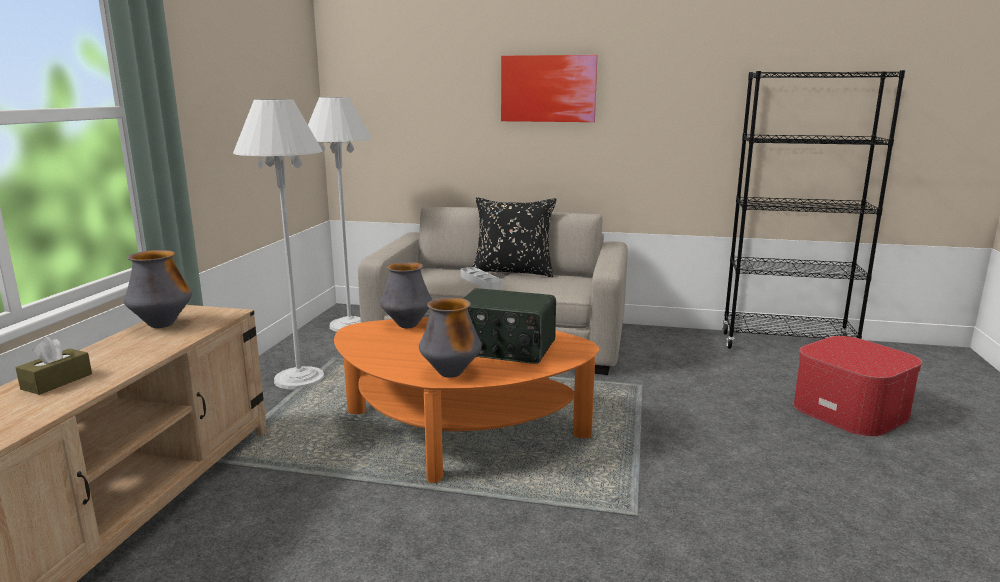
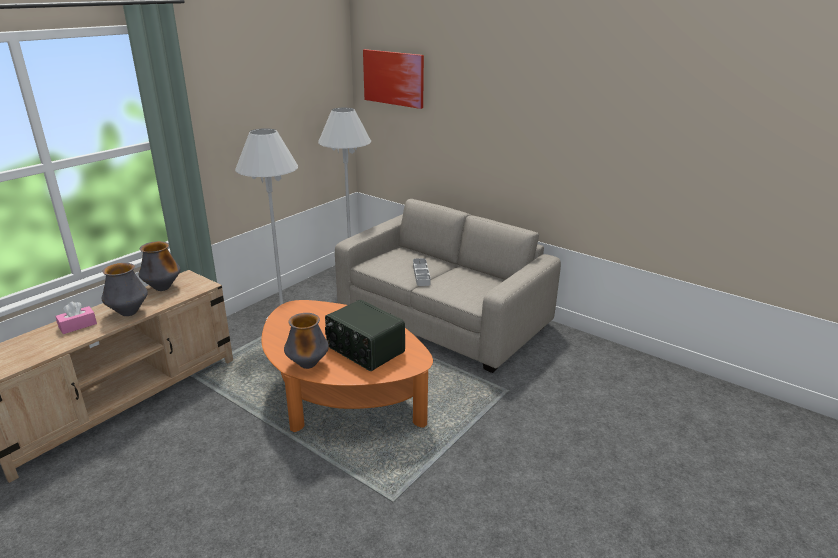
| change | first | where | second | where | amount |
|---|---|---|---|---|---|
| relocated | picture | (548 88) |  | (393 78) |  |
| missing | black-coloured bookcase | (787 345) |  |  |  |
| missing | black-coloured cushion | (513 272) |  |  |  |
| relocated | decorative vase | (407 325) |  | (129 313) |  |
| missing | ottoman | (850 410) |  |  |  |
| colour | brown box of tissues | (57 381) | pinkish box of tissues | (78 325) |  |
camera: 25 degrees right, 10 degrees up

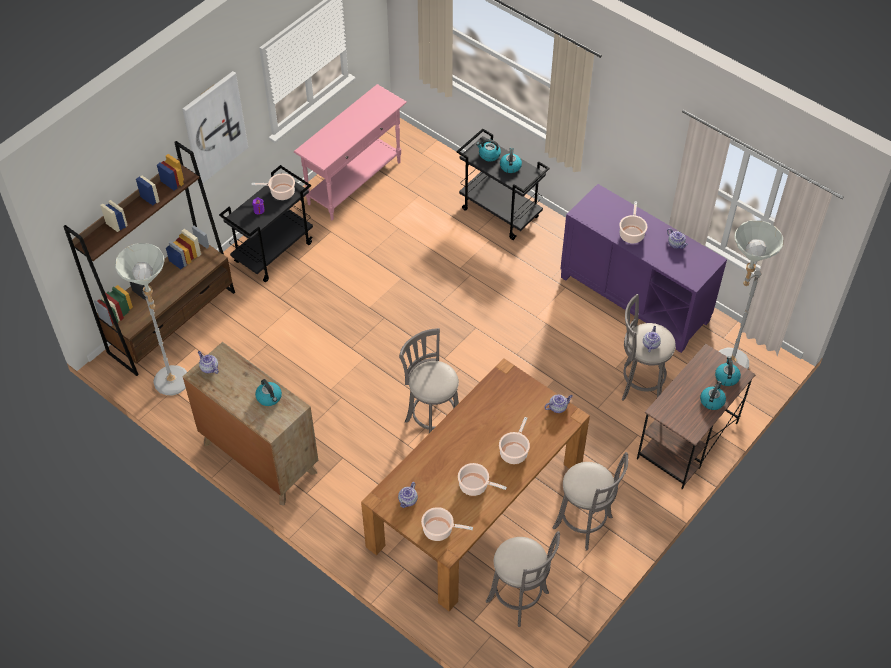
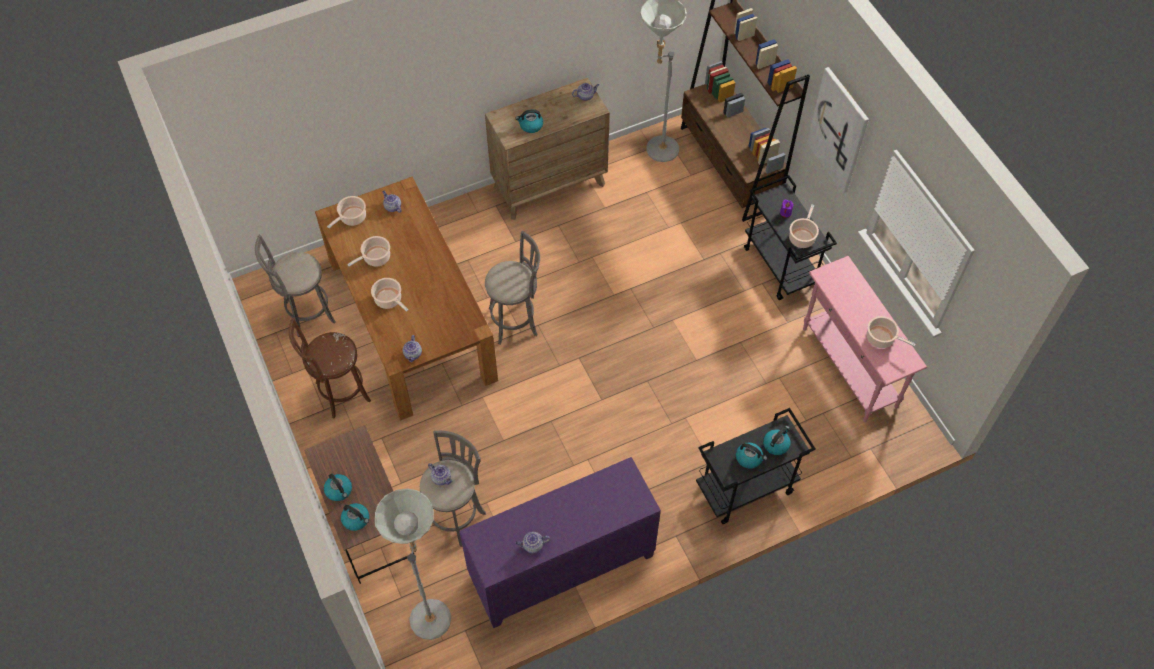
| change | first | where | second | where | amount |
|---|---|---|---|---|---|
| relocated | stockpot | (631 233) |  | (881 339) |  |
| colour | gray stool | (585 524) | brown stool | (340 393) |  |
camera: 115 degrees right, 5 degrees up

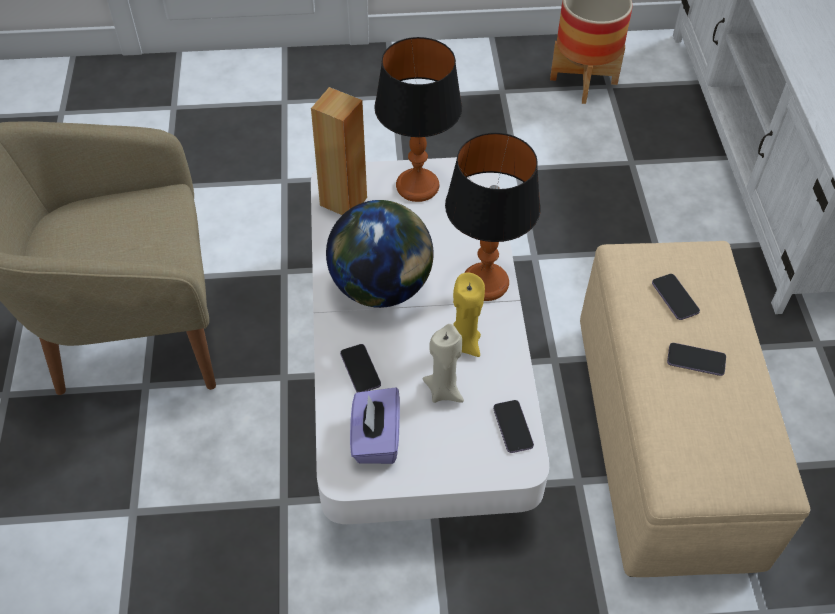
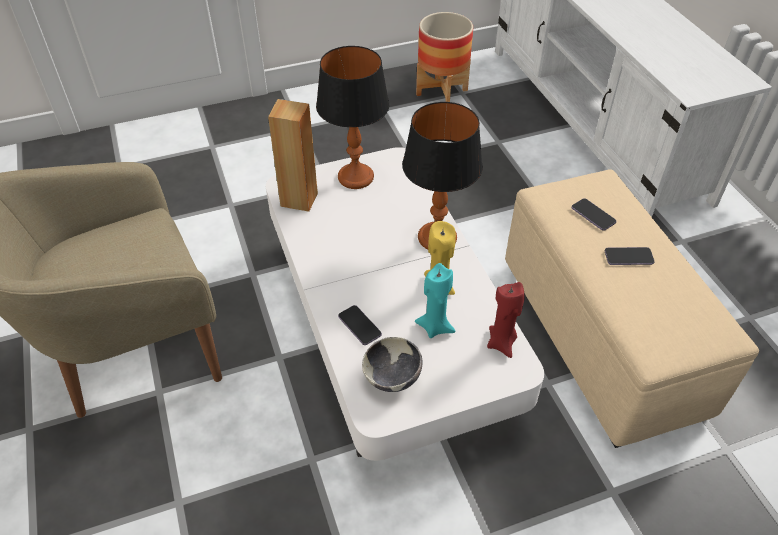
| change | first | where | second | where | amount |
|---|---|---|---|---|---|
| missing | globe | (381 287) |  |  |  |
| colour | beige wax light | (444 390) | blue-green wax light | (435 326) |  |
| exchanged | purplish box of tissues | (375 438) | deep dish | (392 378) |  |
| exchanged | phone | (513 427) | red-coloured wax light | (502 343) |  |
camera: 15 degrees left, 5 degrees down

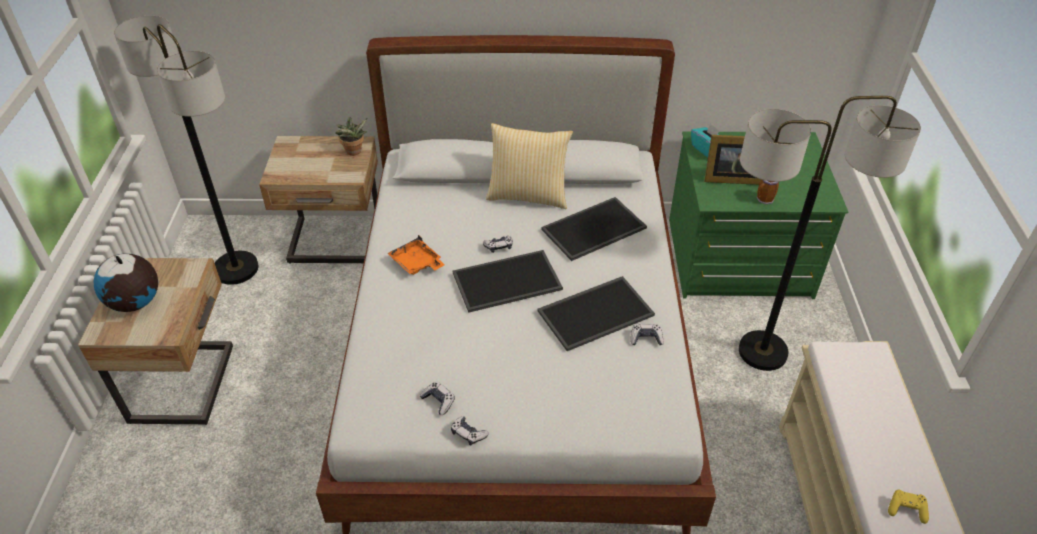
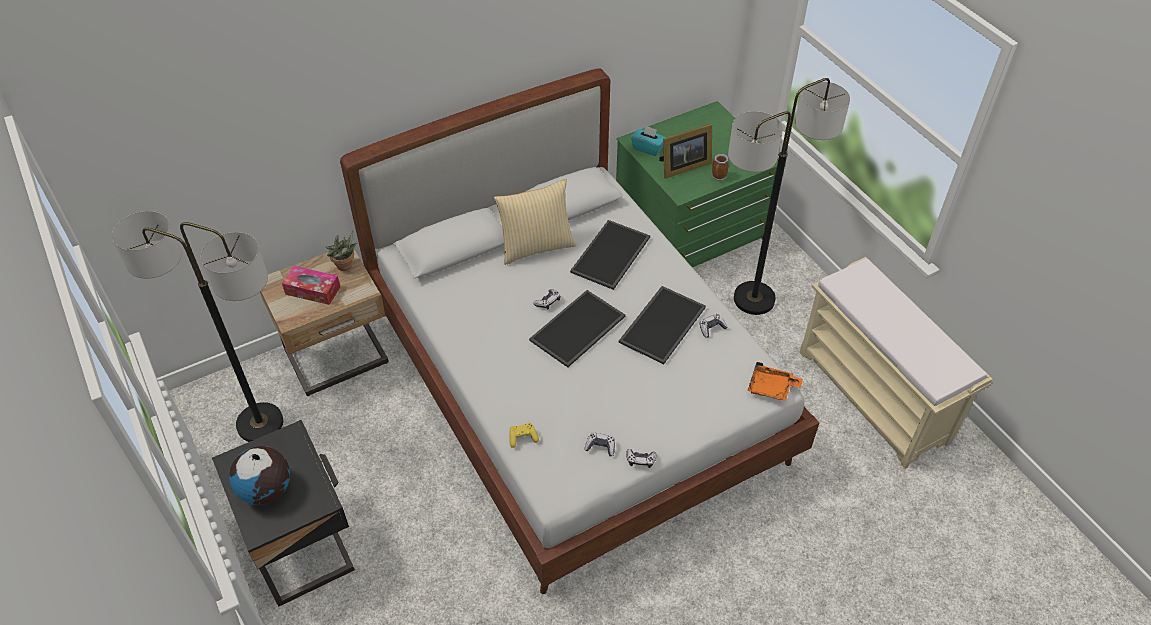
| change | first | where | second | where | amount |
|---|---|---|---|---|---|
| relocated | orange carrying tray | (416 263) |  | (771 388) |  |
| colour | beige night table | (187 383) | black-coloured night table | (304 546) |  |
| relocated | yellow gamepad | (906 509) |  | (523 438) |  |
| appeared |  |  | box of tissues | (313 290) |  |
camera: 30 degrees left, 5 degrees up

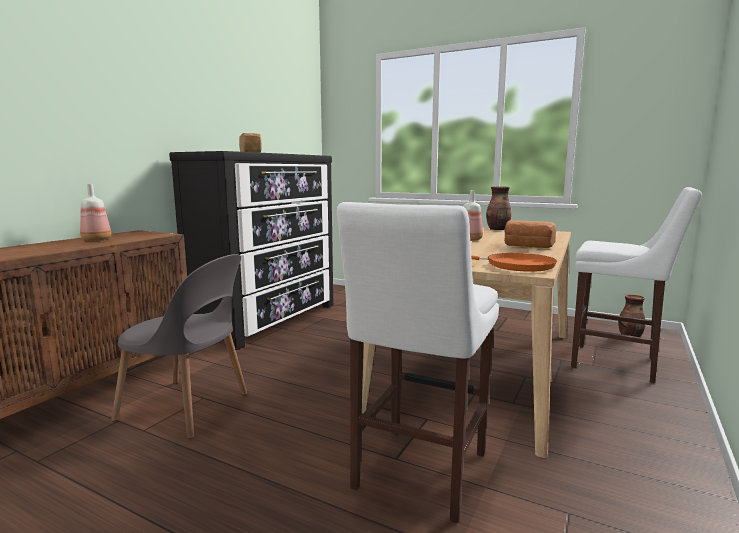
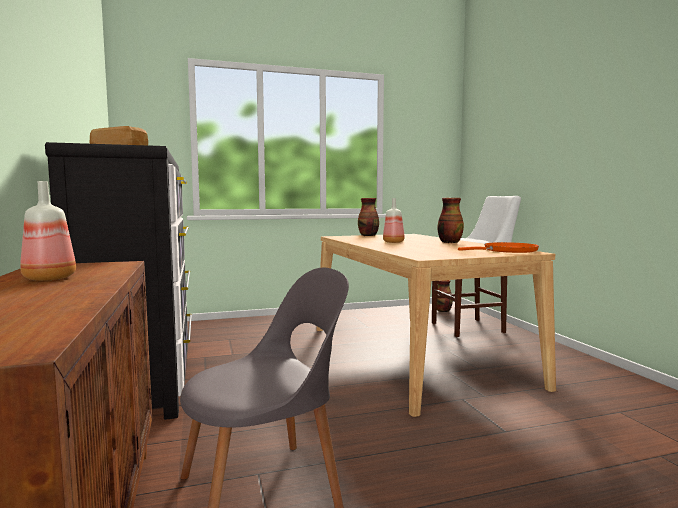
| change | first | where | second | where | amount |
|---|---|---|---|---|---|
| missing | whitish stool | (417 474) |  |  |  |
| exchanged | bread | (527 247) | decorative vase | (449 242) |  |
camera: 45 degrees left, 5 degrees down

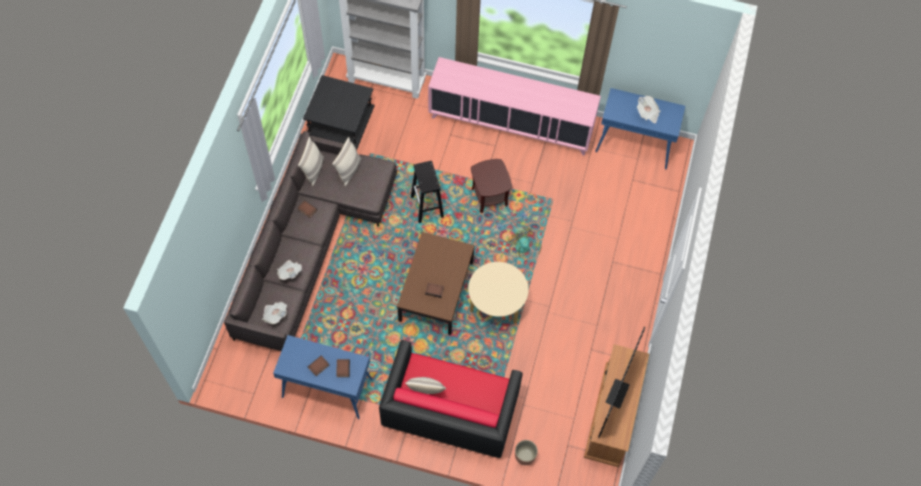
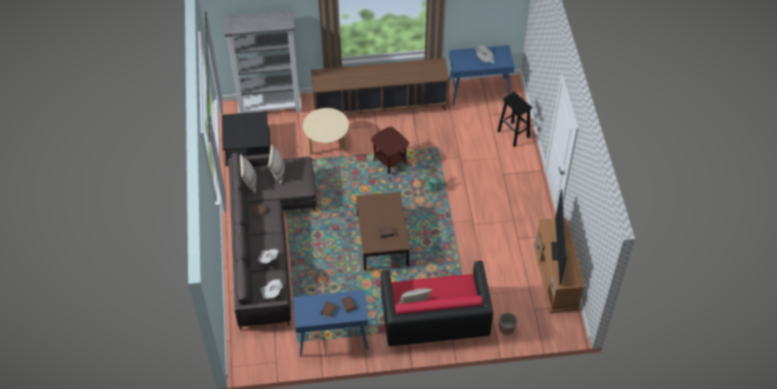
| change | first | where | second | where | amount |
|---|---|---|---|---|---|
| colour | pinkish cupboard | (511 123) | brown cupboard | (380 106) |  |
| relocated | black-coloured stool | (427 207) |  | (513 134) |  |
| relocated | beige lounge table | (496 305) |  | (327 144) |  |
camera: 20 degrees left, 10 degrees down

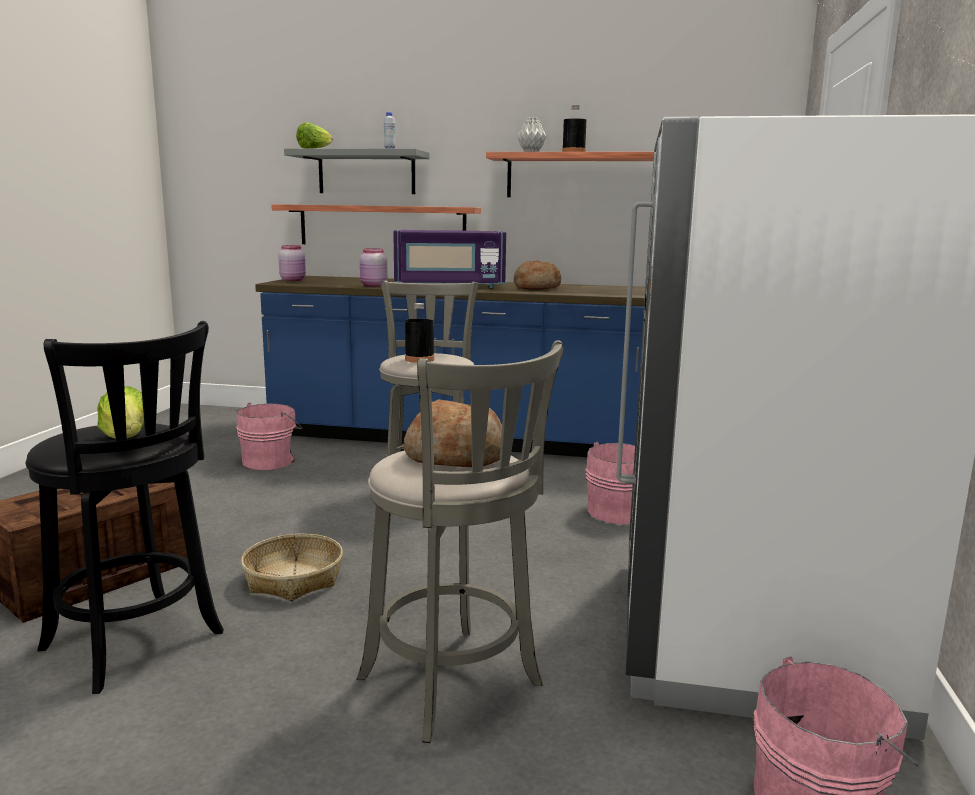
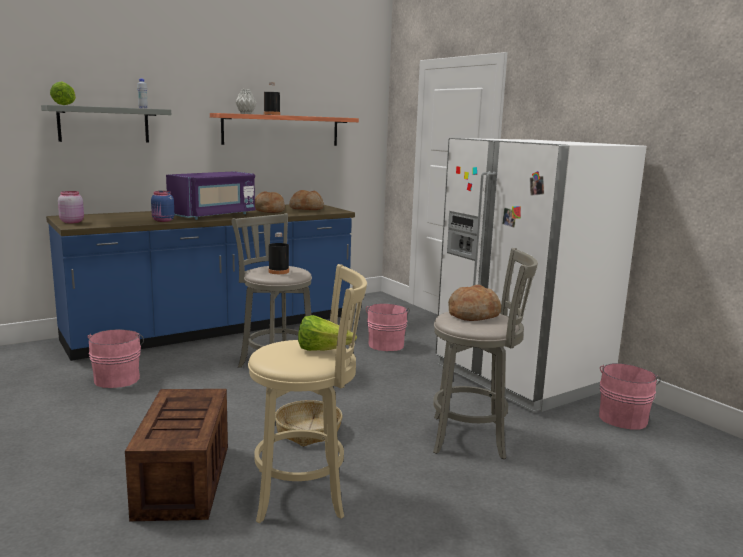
| change | first | where | second | where | amount |
|---|---|---|---|---|---|
| missing | shelf | (382 226) |  |  |  |
| colour | pinkish storage jar | (373 286) | blue storage jar | (163 221) |  |
| colour | black-coloured stool | (137 644) | beige stool | (306 492) |  |
| appeared |  |  | bread | (307 208) |  |
camera: 45 degrees left, 0 degrees up

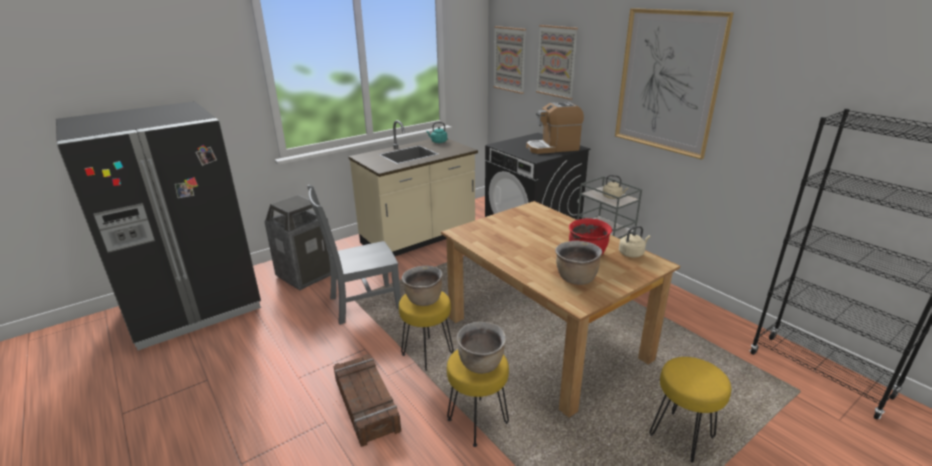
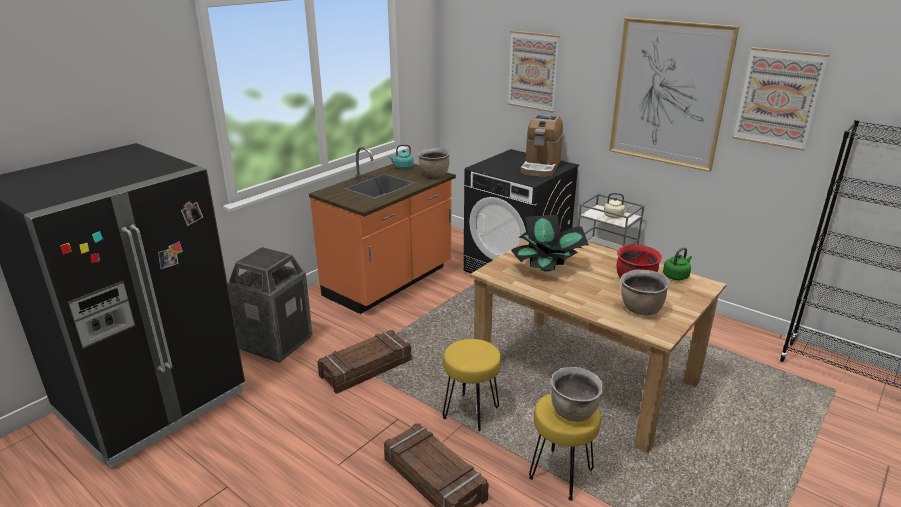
| change | first | where | second | where | amount |
|---|---|---|---|---|---|
| relocated | picture | (509 59) |  | (778 98) |  |
| spun | coffee brewer | (553 148) |  | (540 167) | 45 degrees counterclockwise |
| colour | beige kitchen counter | (419 238) | orange kitchen counter | (389 282) |  |
| exchanged | gray chair | (362 304) | packing crate | (365 368) |  |
| colour | beige kettle | (632 253) | green kettle | (676 276) |  |
| relocated | brown stockpot | (423 300) |  | (434 175) |  |
| missing | yellow stool | (681 438) |  |  |  |
| appeared |  |  | potted plant | (547 268) |  |
camera: 15 degrees left, 0 degrees up

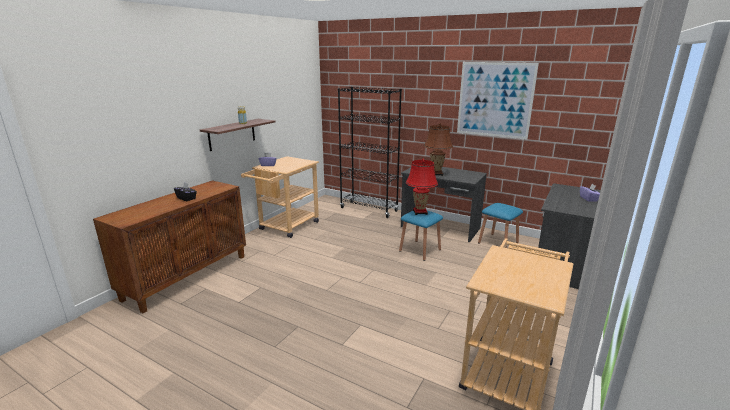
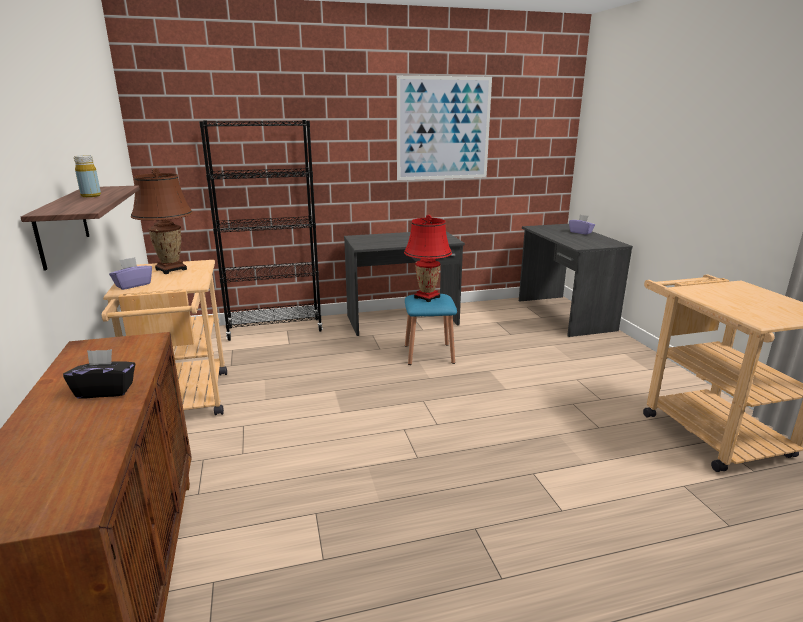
| change | first | where | second | where | amount |
|---|---|---|---|---|---|
| relocated | brown table lamp | (436 174) |  | (171 269) |  |
| missing | blue stool | (498 242) |  |  |  |
camera: 45 degrees left, 0 degrees up

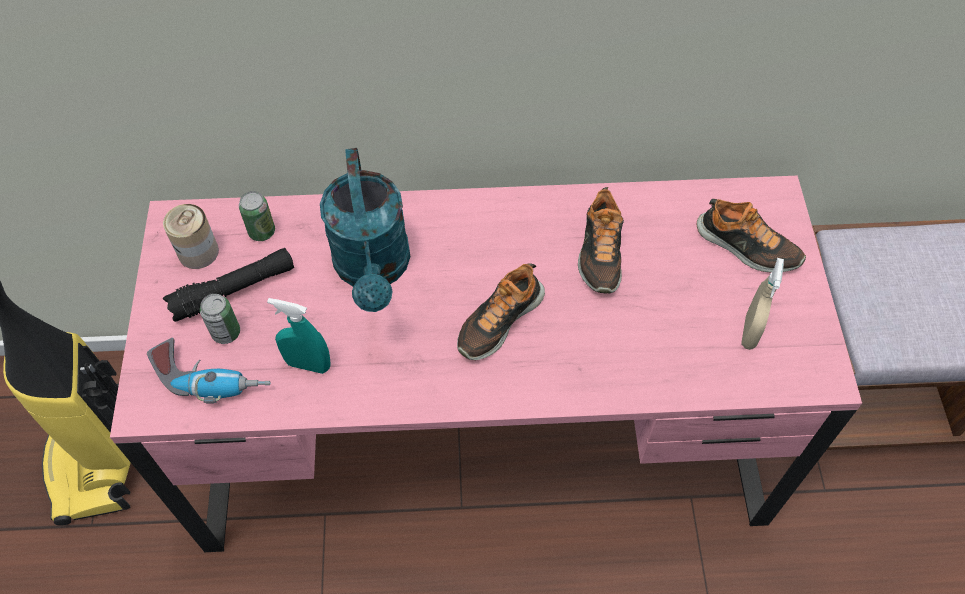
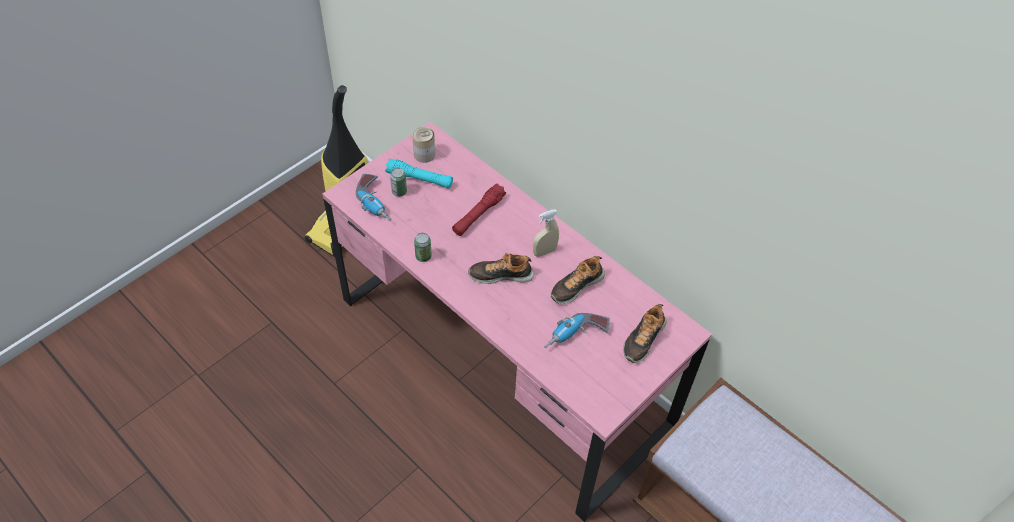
| change | first | where | second | where | amount |
|---|---|---|---|---|---|
| exchanged | blue-green sprinkling can | (373 270) | red-coloured hand torch | (478 215) |  |
| relocated | metal can | (262 232) |  | (423 256) |  |
| spun | low shoe | (746 247) |  | (643 339) | 45 degrees clockwise |
| colour | black-coloured hand torch | (234 291) | blue-green hand torch | (420 179) |  |
| relocated | beige spray bottle | (749 332) |  | (544 252) |  |
| missing | blue-green spray bottle | (308 364) |  |  |  |
| appeared |  |  | electric drill | (575 337) |  |
camera: 45 degrees right, 5 degrees down

